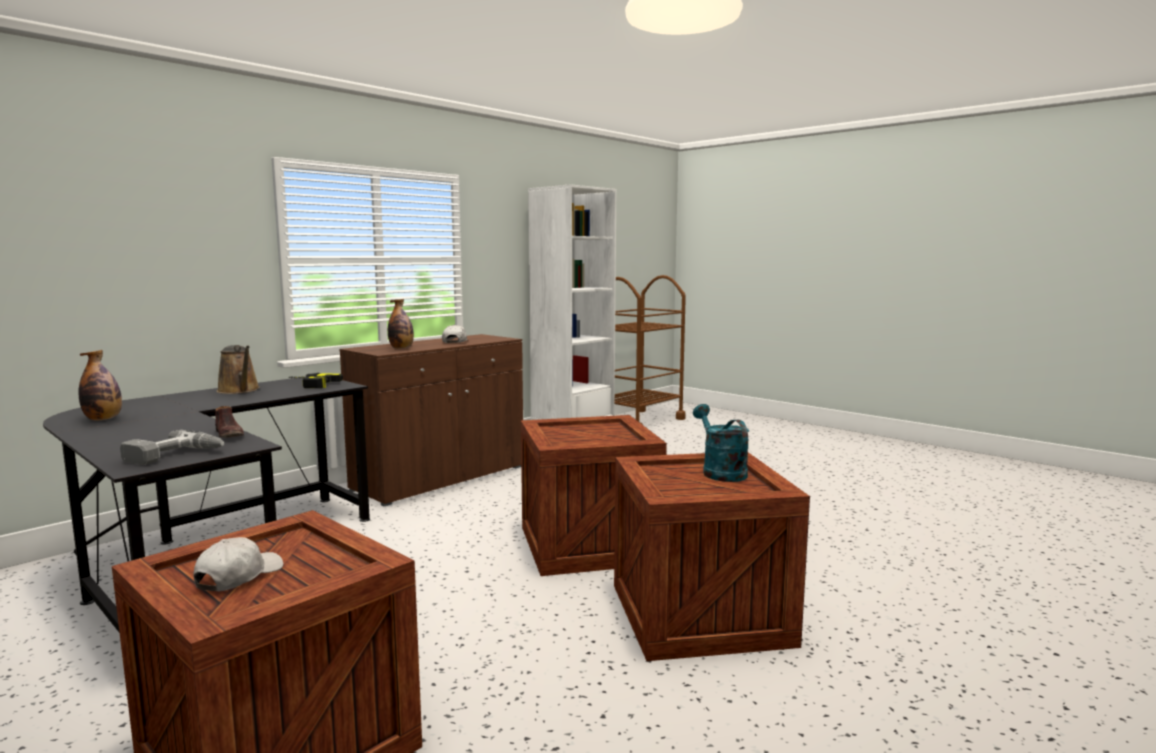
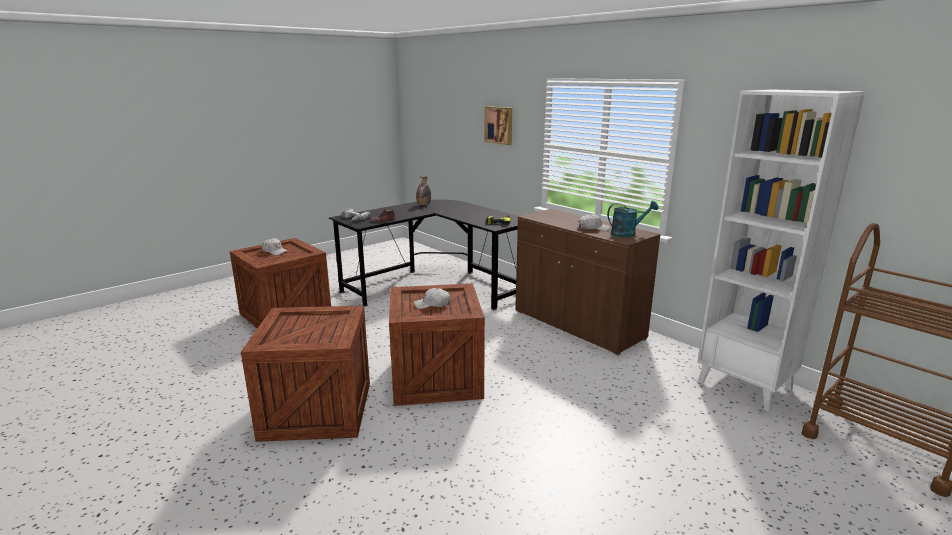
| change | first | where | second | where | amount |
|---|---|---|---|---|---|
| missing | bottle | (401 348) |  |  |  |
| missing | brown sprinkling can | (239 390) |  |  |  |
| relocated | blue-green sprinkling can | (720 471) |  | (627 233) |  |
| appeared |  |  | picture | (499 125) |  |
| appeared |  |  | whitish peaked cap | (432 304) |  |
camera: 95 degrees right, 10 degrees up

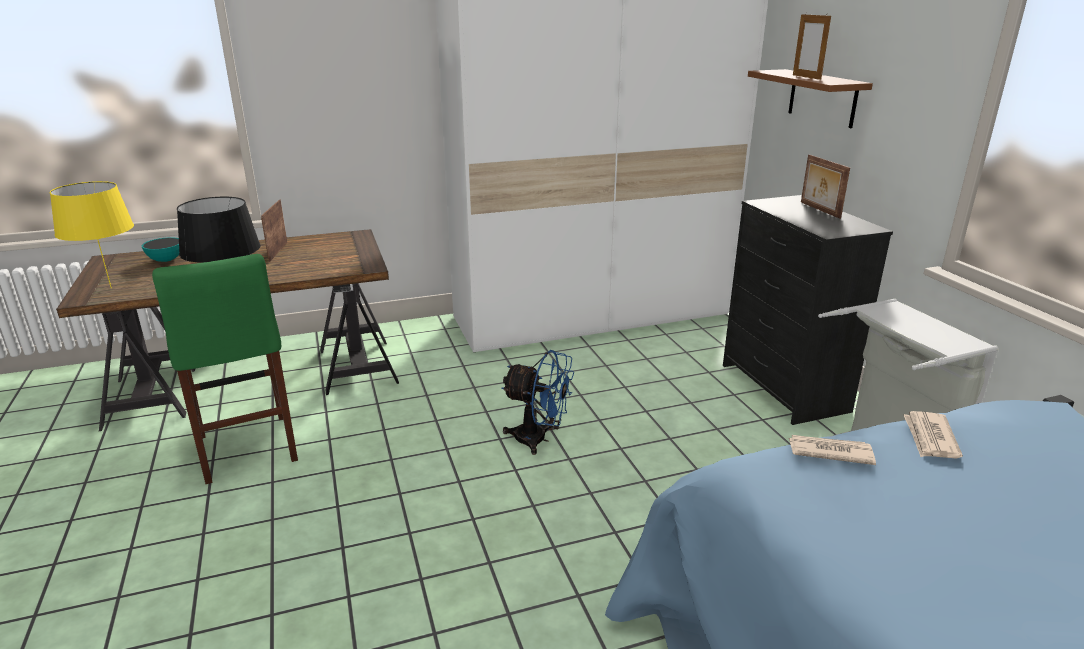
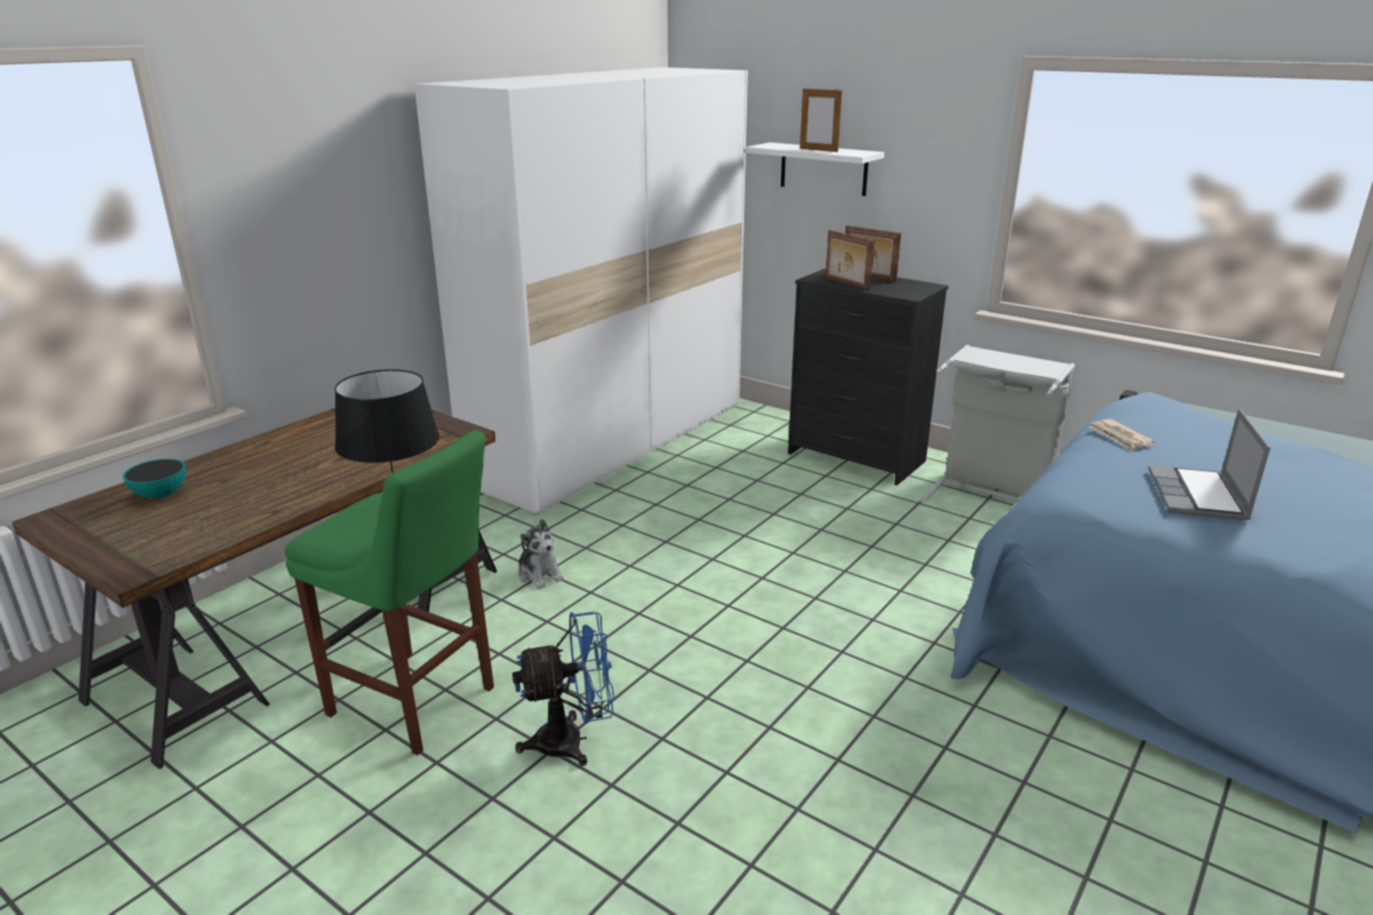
| change | first | where | second | where | amount |
|---|---|---|---|---|---|
| colour | brown shelf | (822 98) | whitish shelf | (823 169) |  |
| missing | yellow table lamp | (111 288) |  |  |  |
| relocated | standing frame | (277 251) |  | (846 284) |  |
| relocated | blue fan | (538 439) |  | (572 741) |  |
| missing | printed paper | (829 452) |  |  |  |
| appeared |  |  | portable computer | (1198 496) |  |
| appeared |  |  | plush toy | (540 575) |  |
camera: 35 degrees left, 0 degrees up

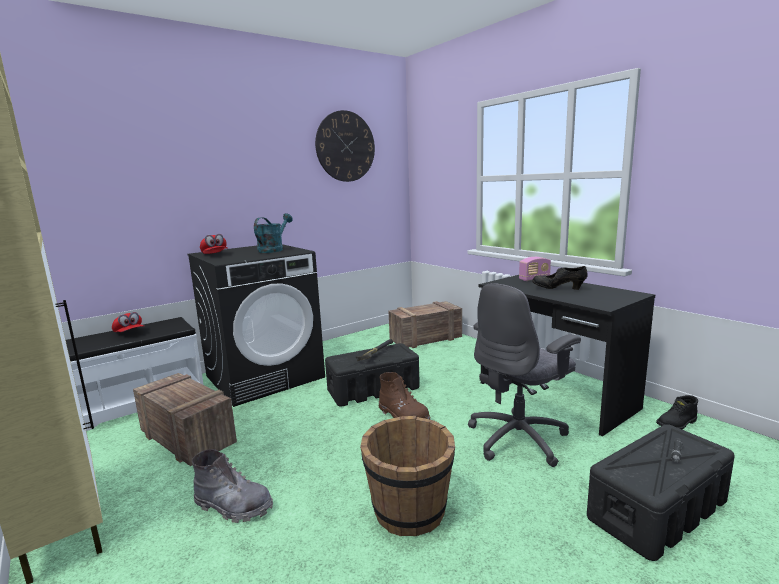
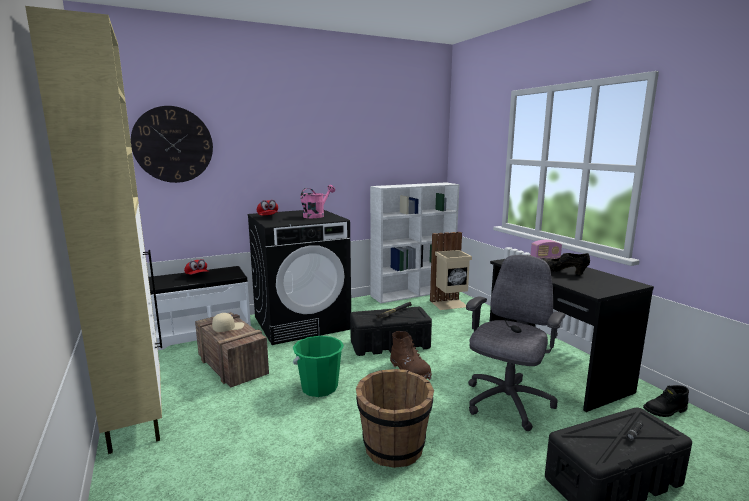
| change | first | where | second | where | amount |
|---|---|---|---|---|---|
| relocated | hanging clock | (345 146) |  | (173 144) |  |
| colour | blue-green sprinkling can | (273 250) | pinkish sprinkling can | (316 215) |  |
| spun | gray desk chair | (519 438) |  | (507 403) | 150 degrees clockwise |
| exchanged | packing crate | (426 338) | beige trash can | (450 304) |  |
| missing | gray tall boot | (233 506) |  |  |  |
| appeared |  |  | whitish bookcase | (414 293) |  |
| appeared |  |  | beige peaked cap | (228 328) |  |
| appeared |  |  | green pail | (319 388) |  |
camera: 10 degrees right, 0 degrees up

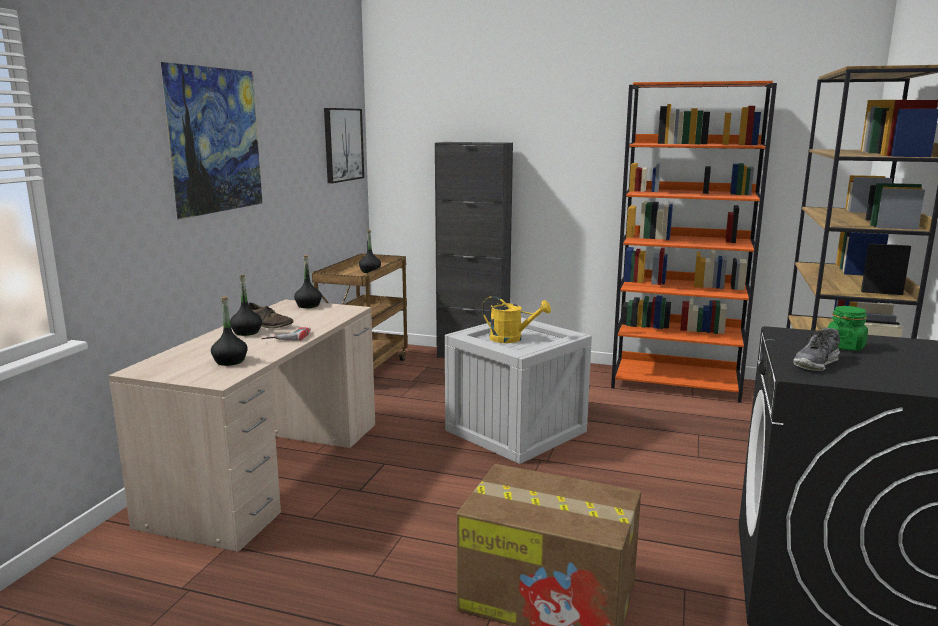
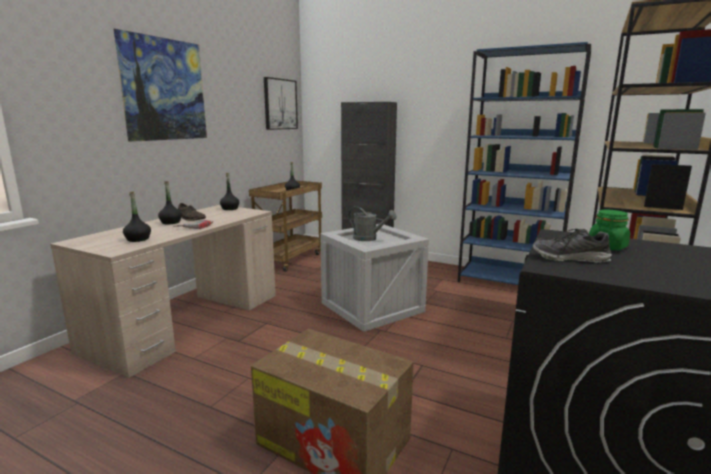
| change | first | where | second | where | amount |
|---|---|---|---|---|---|
| colour | orange bookcase | (676 384) | blue bookcase | (509 282) |  |
| colour | yellow sprinkling can | (512 339) | gray sprinkling can | (369 238) |  |
| spun | low shoe | (816 363) |  | (570 258) | 45 degrees clockwise |
camera: 10 degrees right, 0 degrees up

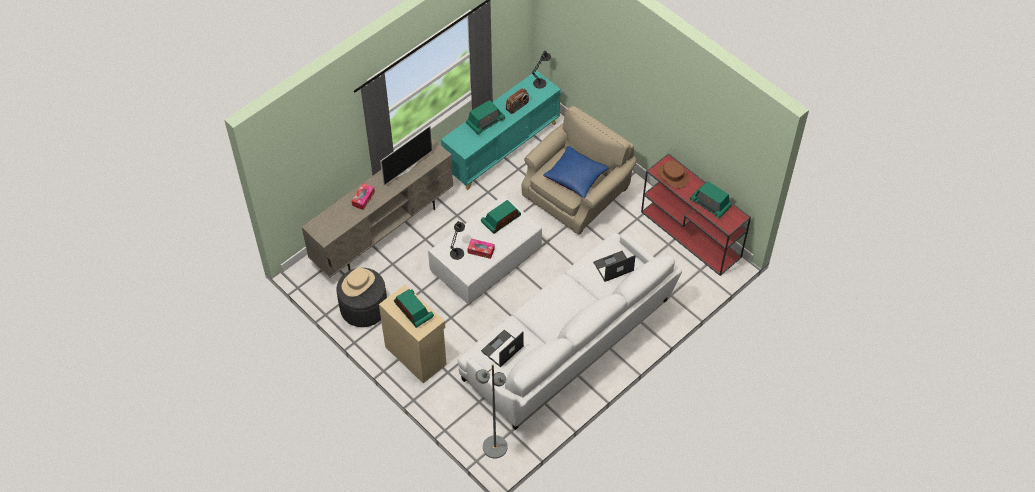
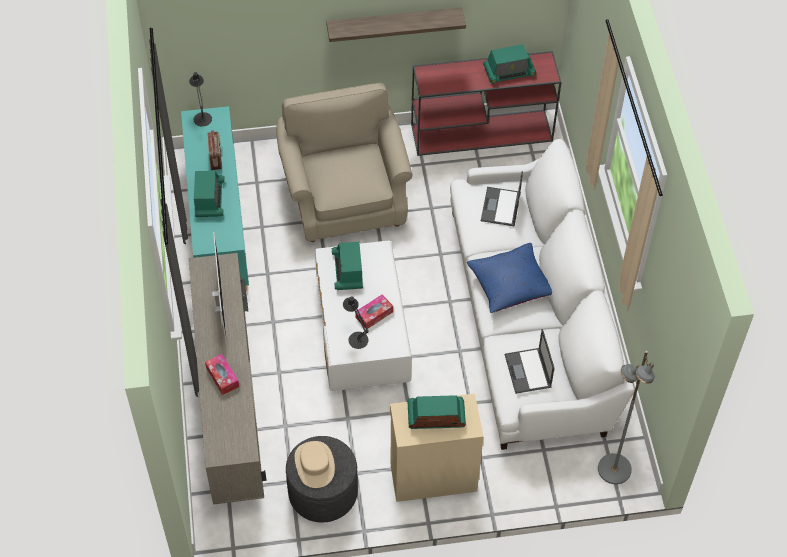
| change | first | where | second | where | amount |
|---|---|---|---|---|---|
| relocated | blue cushion | (575 176) |  | (510 284) |  |
| missing | brown wearable hat | (673 176) |  |  |  |
| appeared |  |  | shelf | (394 24) |  |
camera: 55 degrees left, 0 degrees up

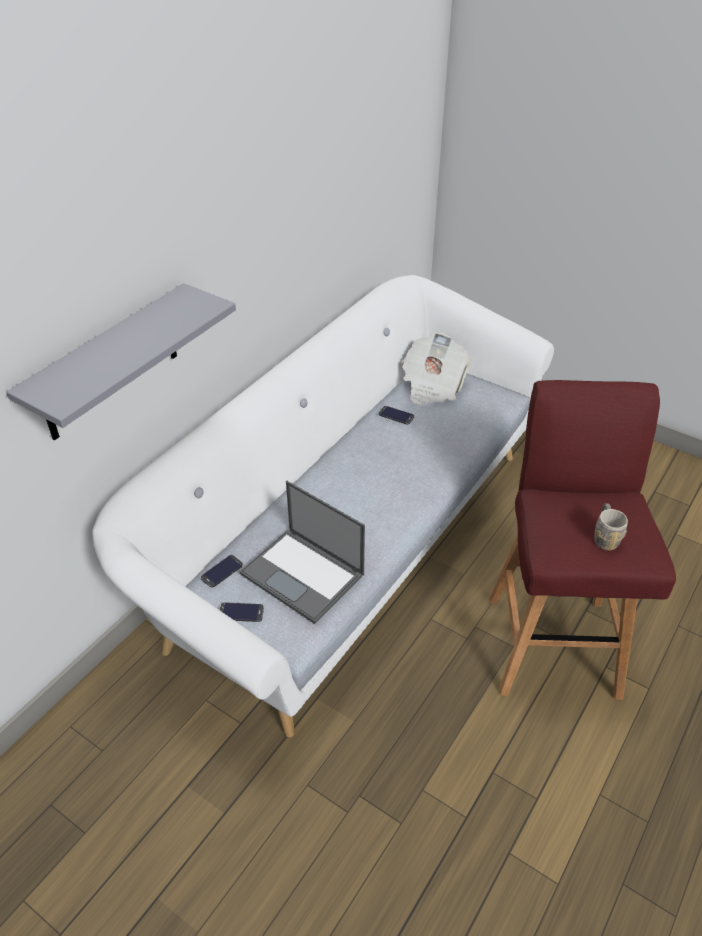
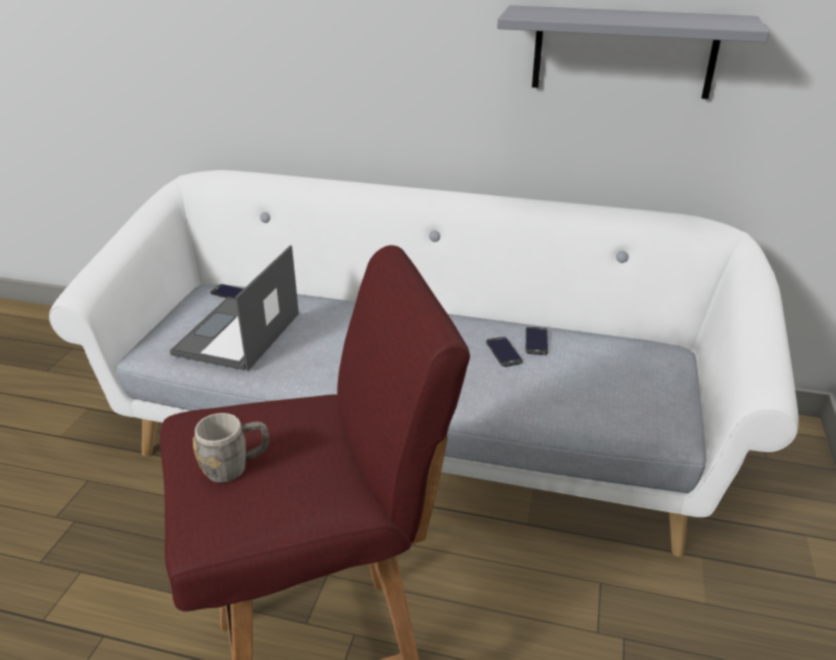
| change | first | where | second | where | amount |
|---|---|---|---|---|---|
| relocated | gray shelf | (110 364) |  | (623 52) |  |
| missing | printed paper | (432 385) |  |  |  |
| relocated | phone | (241 612) |  | (503 352) |  |
camera: 70 degrees right, 10 degrees down

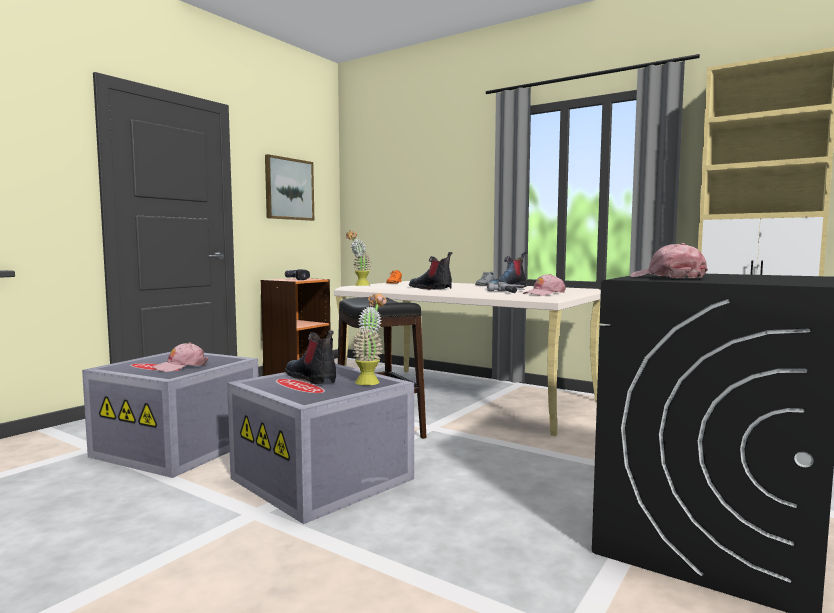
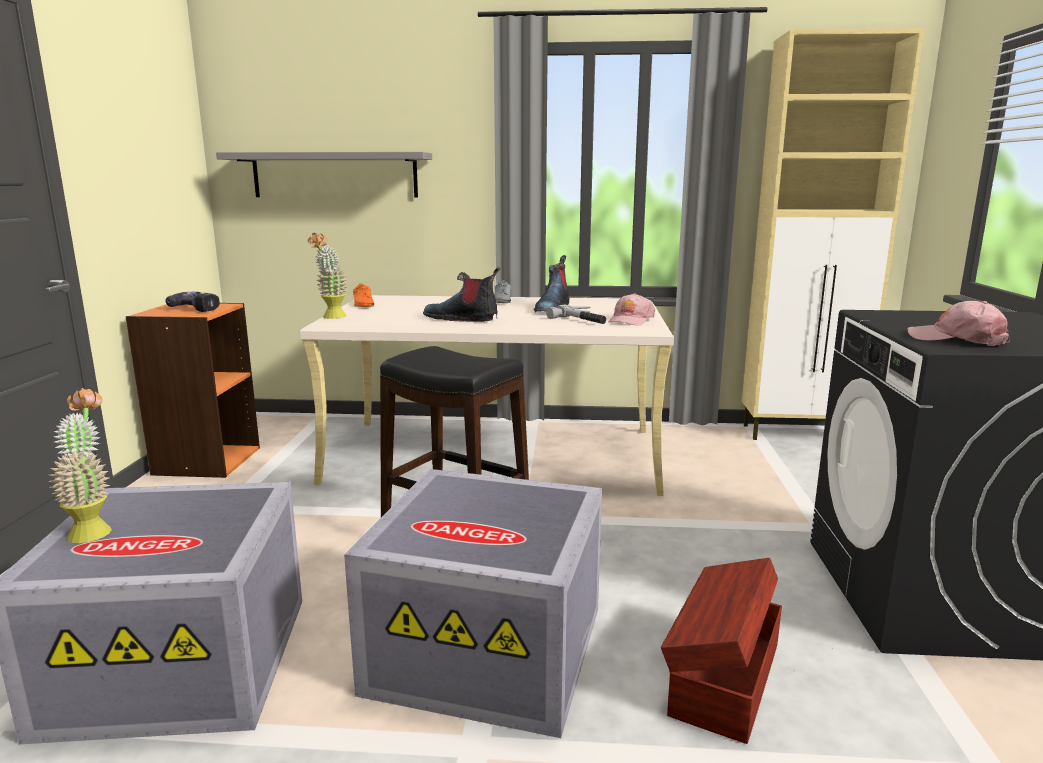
| change | first | where | second | where | amount |
|---|---|---|---|---|---|
| missing | picture | (289 189) |  |  |  |
| relocated | potted plant | (370 381) |  | (94 529) |  |
| missing | tall boot | (312 378) |  |  |  |
| missing | pinkish peaked cap | (181 366) |  |  |  |
| appeared |  |  | gray shelf | (335 175) |  |
| appeared |  |  | brown storage container | (722 678) |  |
camera: 30 degrees left, 10 degrees up

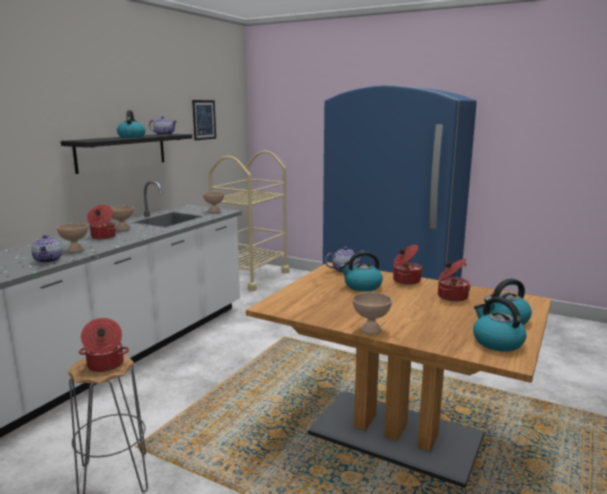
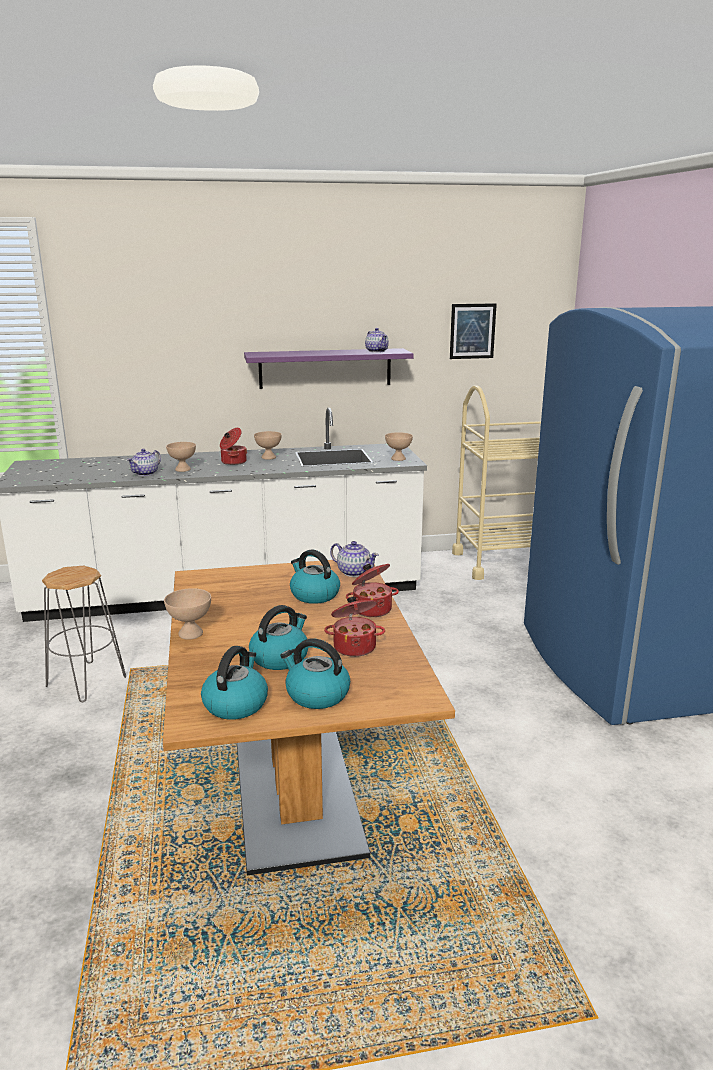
| change | first | where | second | where | amount |
|---|---|---|---|---|---|
| relocated | kettle | (131 137) |  | (280 657) |  |
| colour | black-coloured shelf | (122 152) | purplish shelf | (325 368) |  |
| missing | stockpot | (105 365) |  |  |  |
camera: 50 degrees right, 5 degrees up

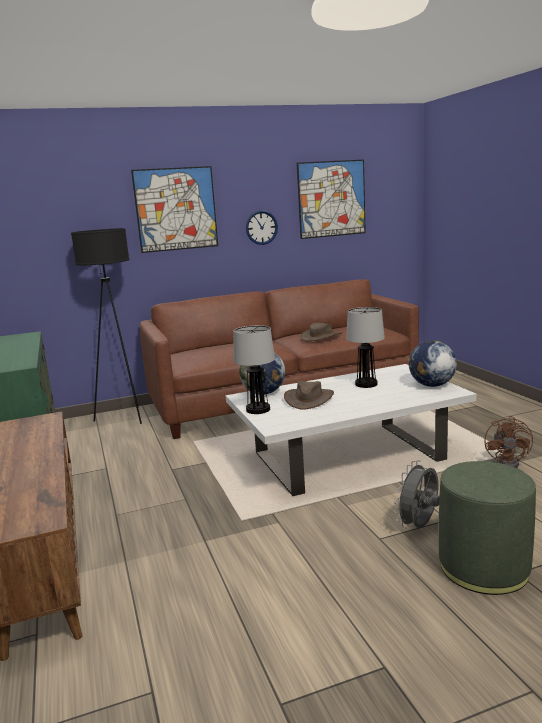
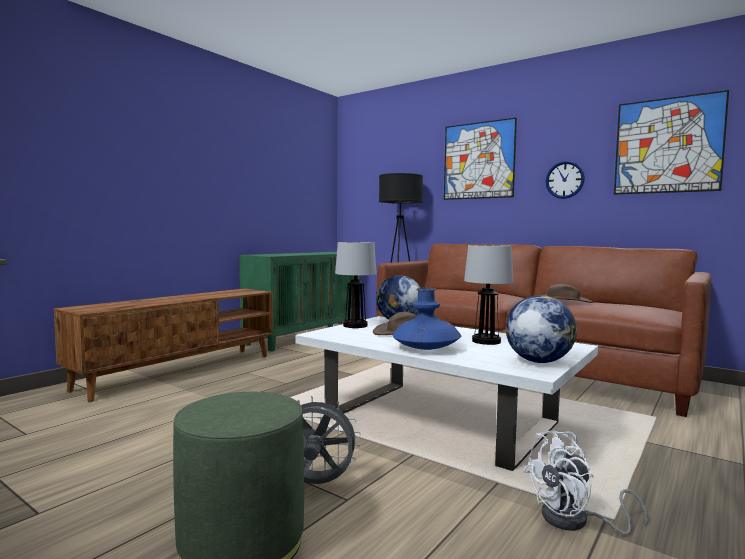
| change | first | where | second | where | amount |
|---|---|---|---|---|---|
| colour | brown fan | (509 463) | whitish fan | (575 521) |  |
| appeared |  |  | blue decorative vase | (426 348) |  |
camera: 55 degrees right, 10 degrees down

